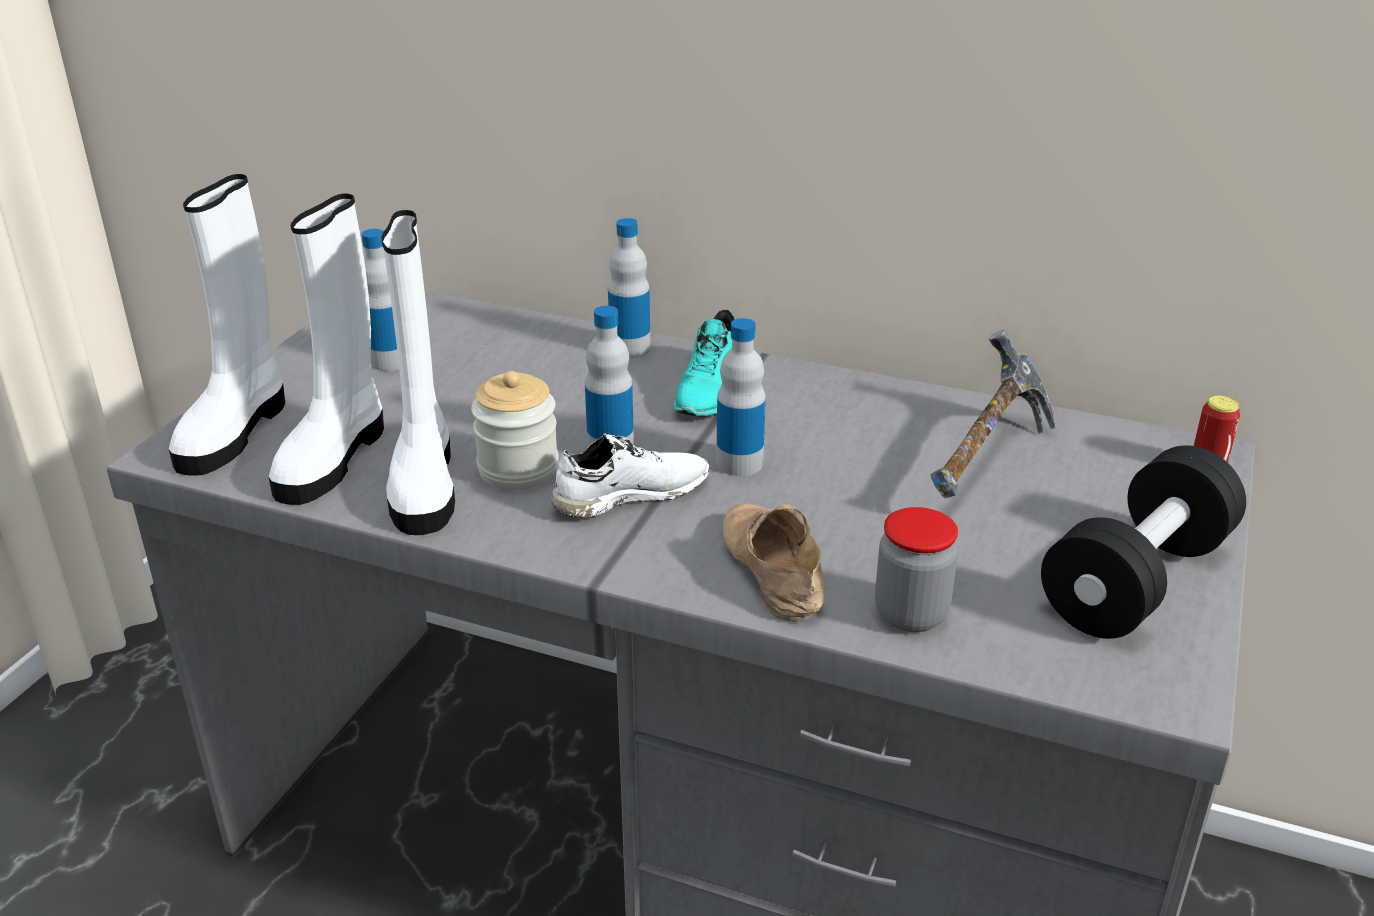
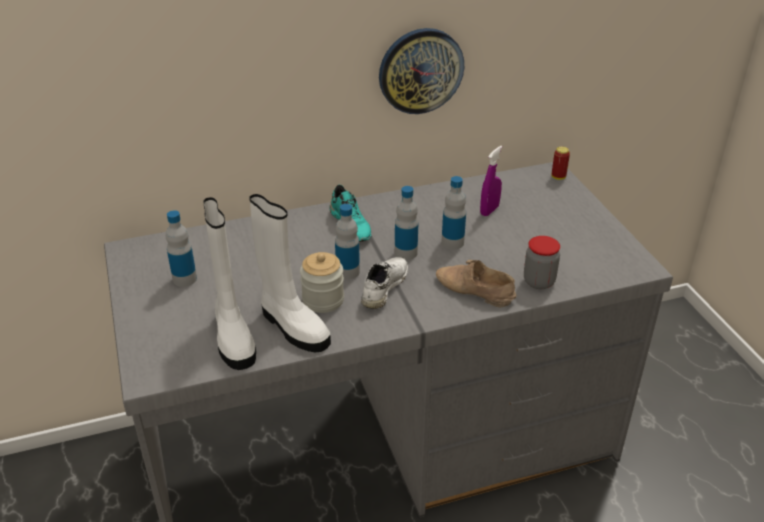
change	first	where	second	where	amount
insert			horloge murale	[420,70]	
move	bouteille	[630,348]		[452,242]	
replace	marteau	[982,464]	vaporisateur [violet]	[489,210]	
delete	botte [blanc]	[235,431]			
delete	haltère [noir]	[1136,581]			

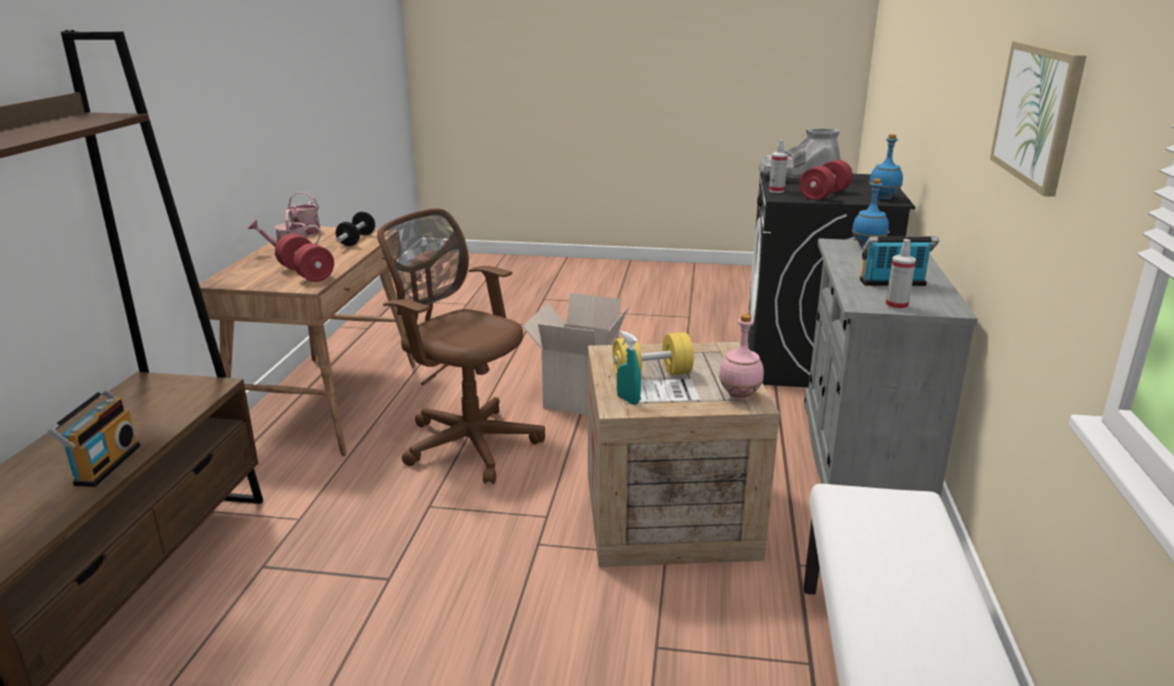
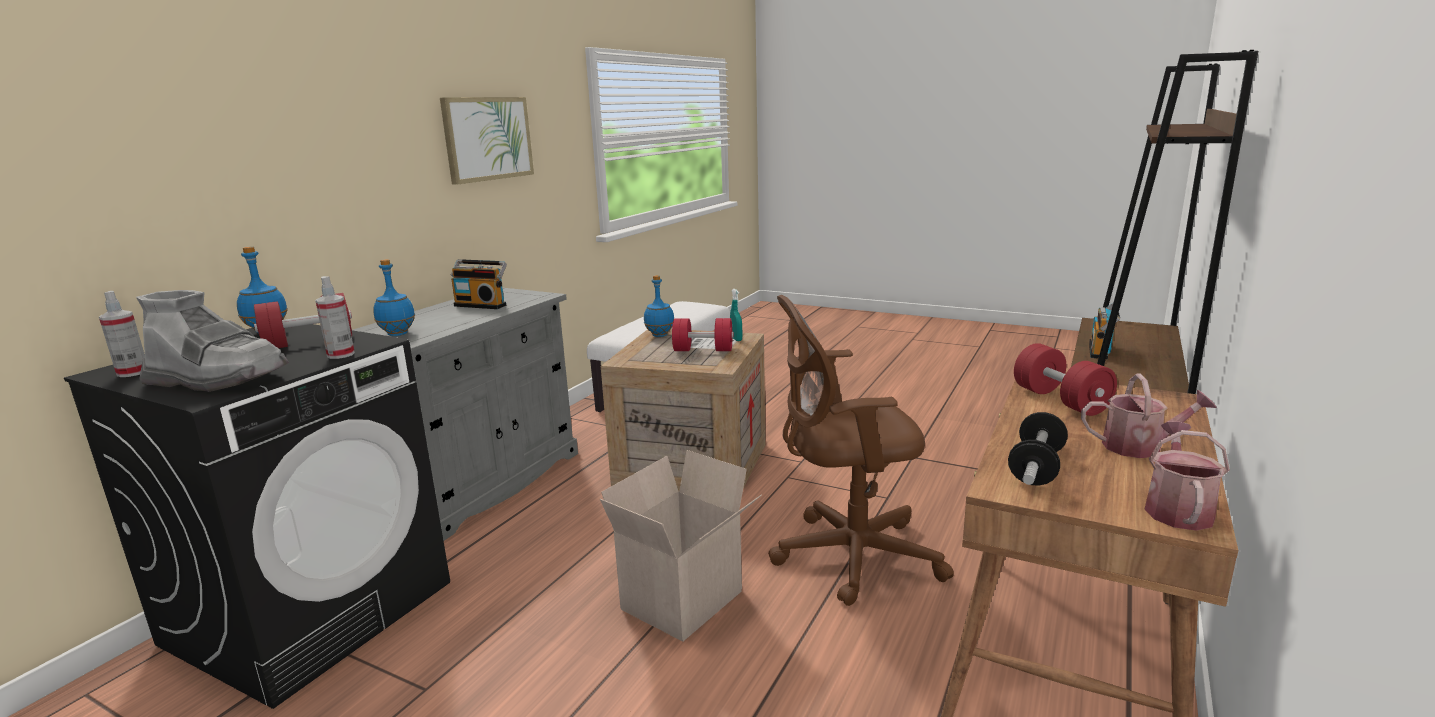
change	first	where	second	where	amount
move	vaporisateur	[896,306]		[133,372]	
recolor	bouteille [rose]	[739,396]	bouteille [bleu]	[660,335]	
recolor	haltère [jaune]	[651,374]	haltère [rouge]	[703,350]	
rotate	chaise de bureau [marron]	[467,442]		[848,556]	120 degrees clockwise

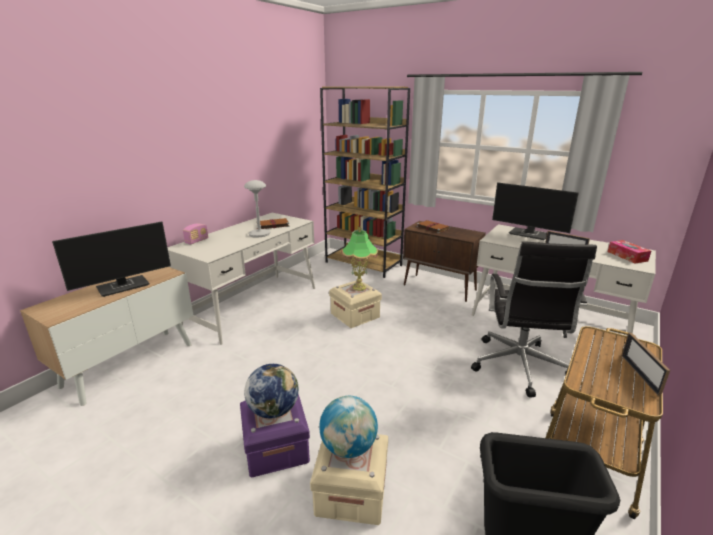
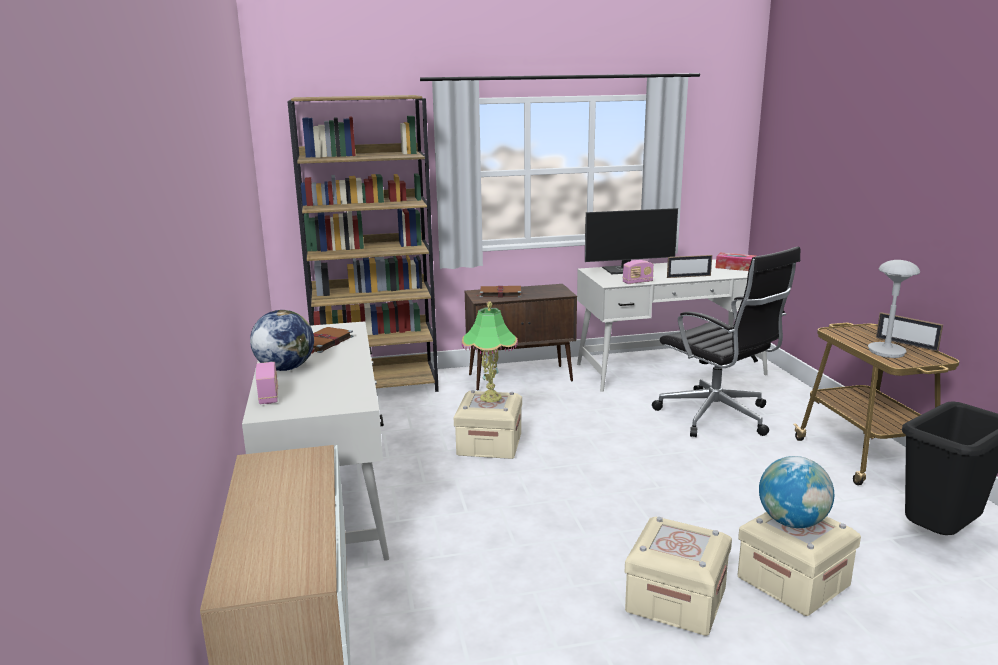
change	first	where	second	where	amount
move	globe	[273,410]		[285,368]	
insert			radio	[637,282]	
recolor	boîte de rangement [violet]	[276,448]	boîte de rangement [beige]	[676,600]	
move	lampe de table [gris]	[259,234]		[886,351]	
delete	écran d'ordinateur	[124,286]			

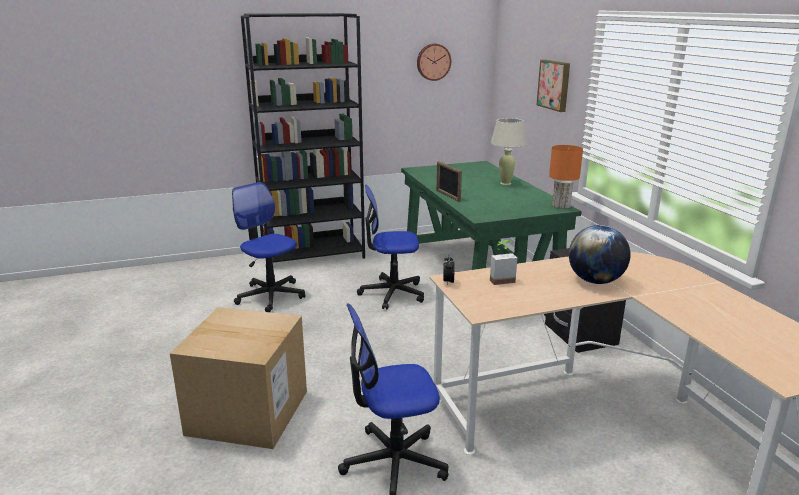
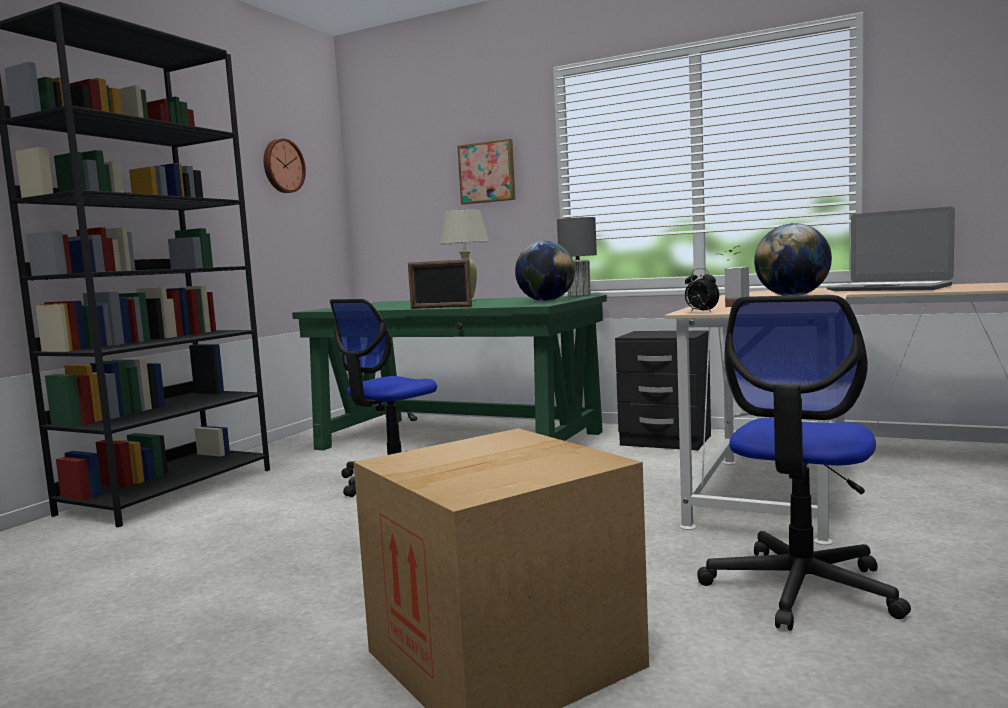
change	first	where	second	where	amount
insert			globe	[546,301]	
recolor	lampe de table [orange]	[560,206]	lampe de table [gris]	[578,296]	
insert			ordinateur portable	[889,288]	
delete	chaise de bureau	[270,296]			

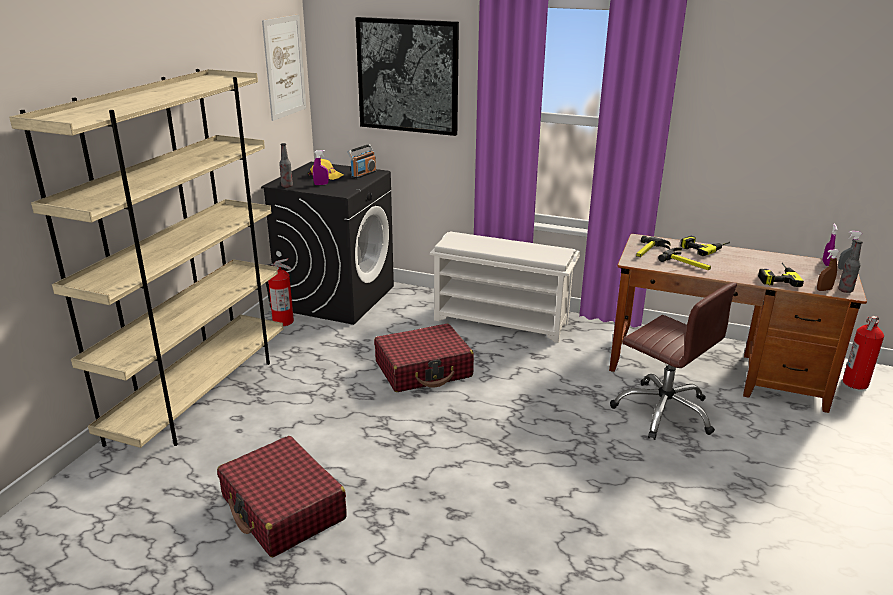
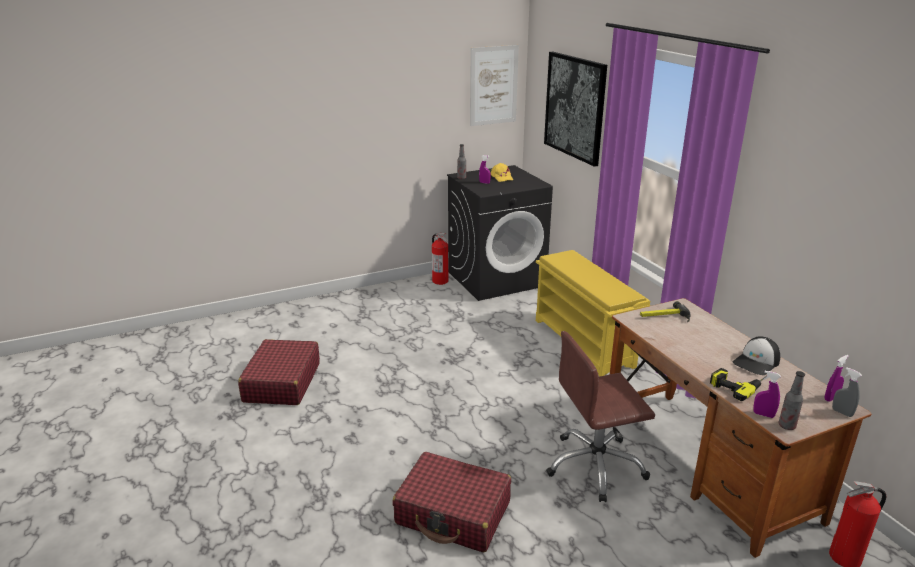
change	first	where	second	where	amount
move	valise [rouge]	[424,369]		[453,513]	
recolor	étagère à chaussures [blanc]	[502,321]	étagère à chaussures [jaune]	[584,343]	
rotate	chaise de bureau [marron]	[664,411]		[595,466]	75 degrees clockwise
insert			casquette	[756,362]	
recolor	vaporisateur [marron]	[824,290]	vaporisateur [violet]	[763,414]	
delete	bibliothèque [beige]	[201,394]			
delete	radio	[363,174]			
delete	marteau	[687,263]			
delete	perceuse	[704,248]			

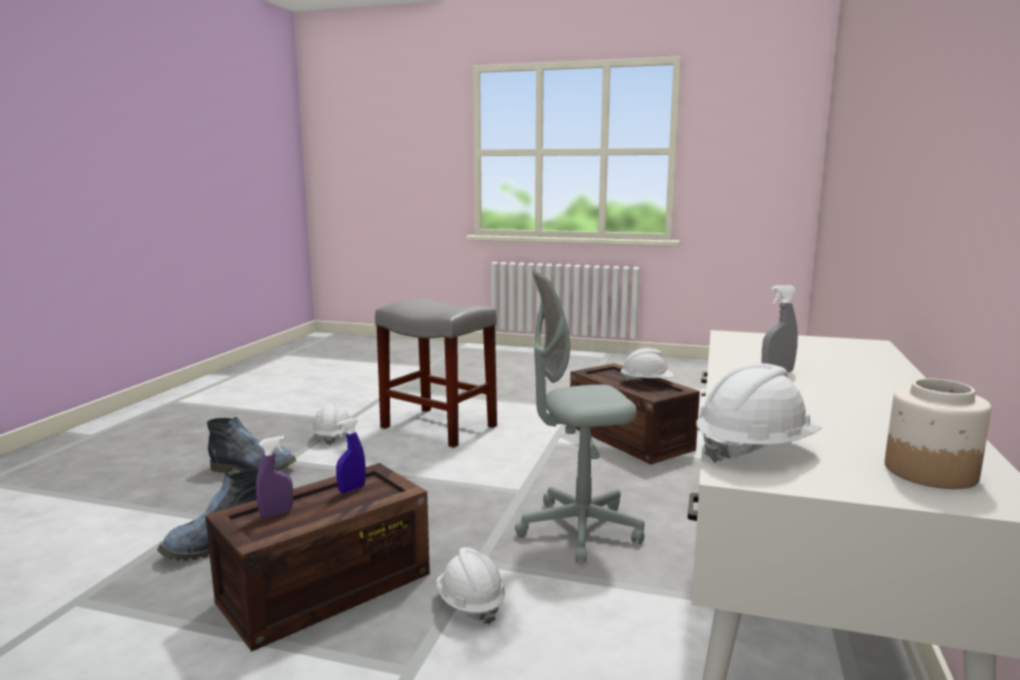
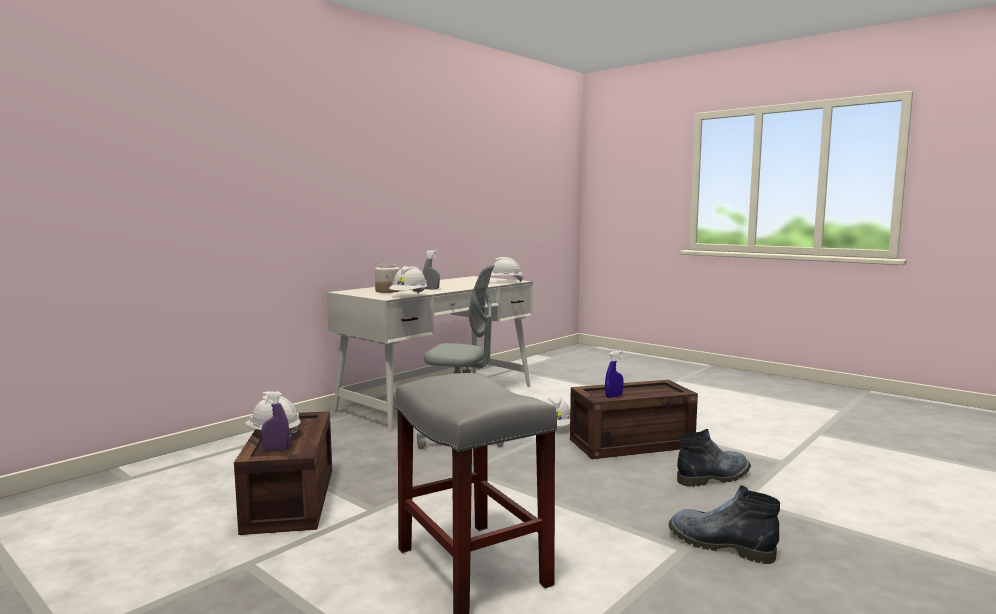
change	first	where	second	where	amount
move	vaporisateur [violet]	[276,513]		[276,449]	
move	bocal	[929,471]		[388,291]	
move	casque de chantier [blanc]	[333,436]		[409,296]	

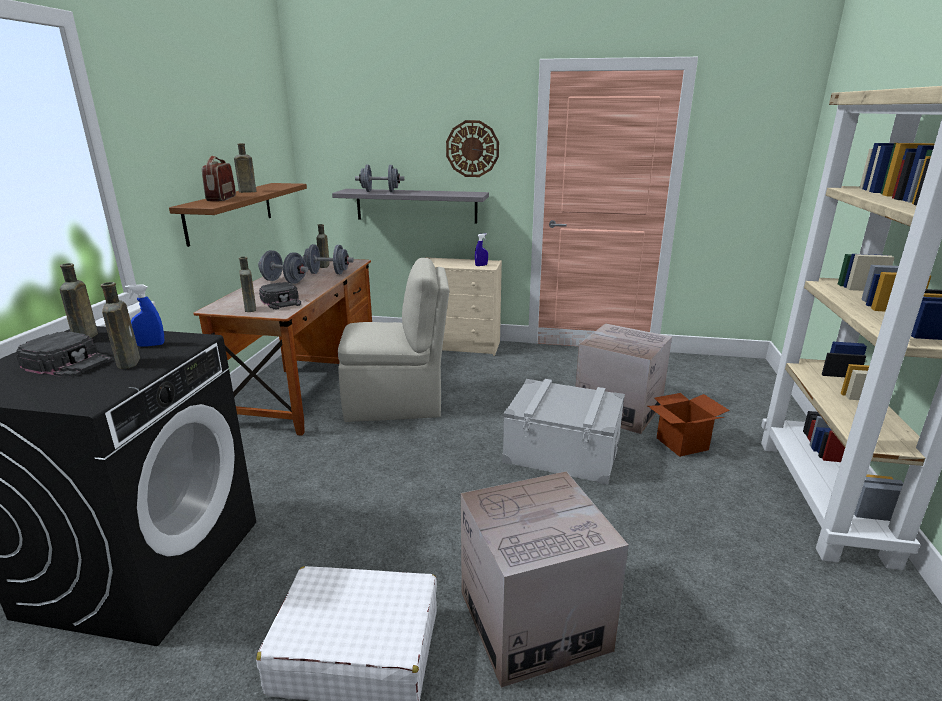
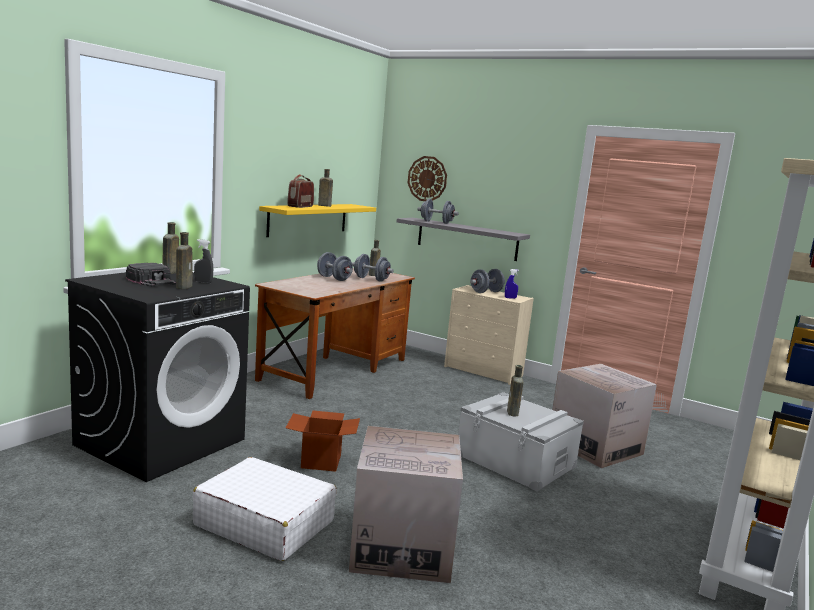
change	first	where	second	where	amount
recolor	vaporisateur [bleu]	[151,345]	vaporisateur [gris]	[203,282]	
recolor	étagère [marron]	[230,212]	étagère [jaune]	[308,219]	
move	carton	[682,444]		[321,461]	
move	horloge murale	[472,149]		[427,179]	
insert			haltère [gris]	[486,292]	
move	bouteille [marron]	[250,309]		[513,413]	
delete	casquette [noir]	[281,301]			
delete	chaise [beige]	[397,403]			

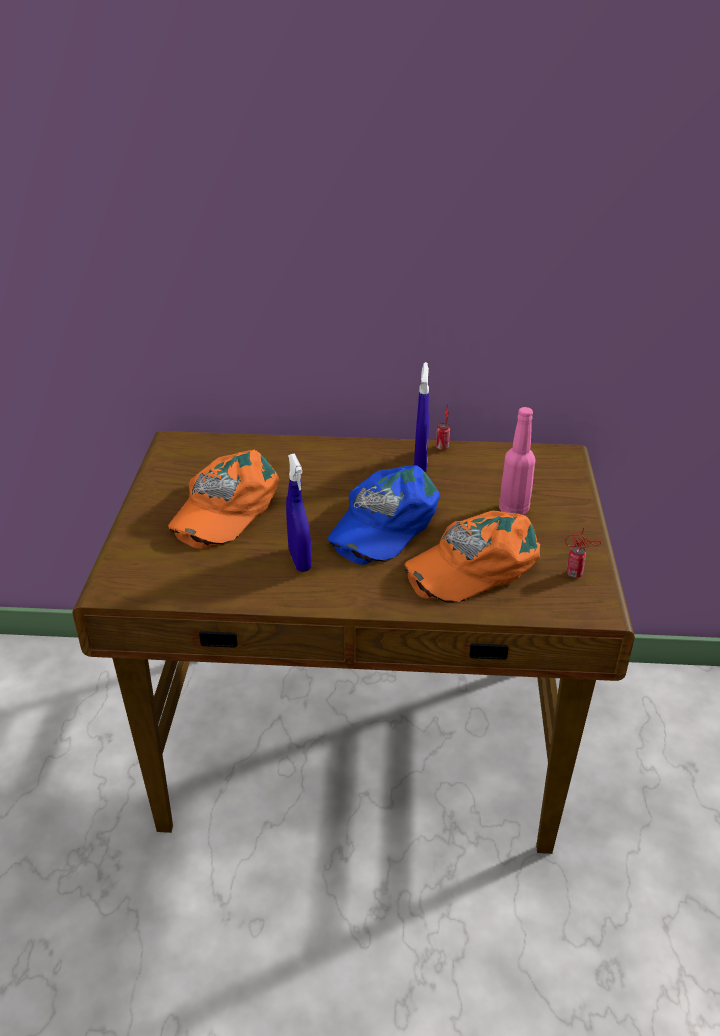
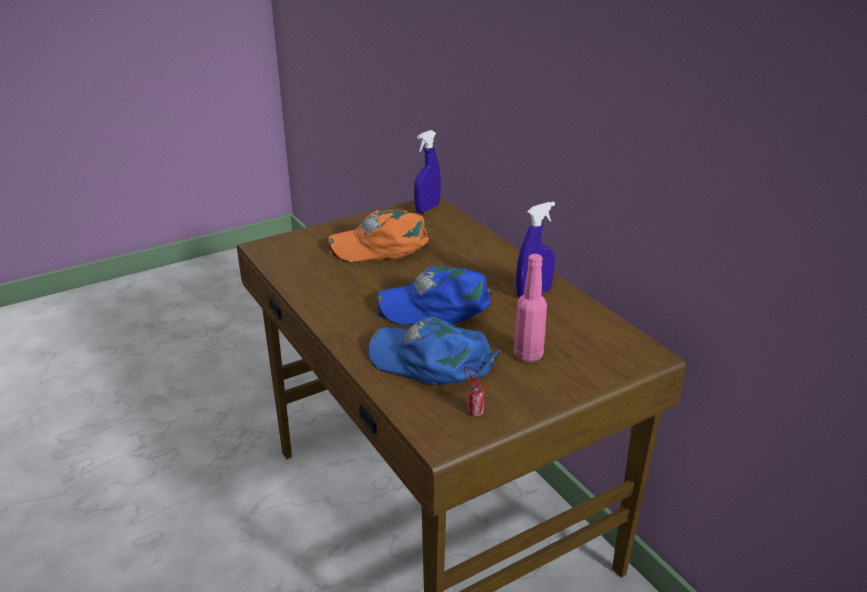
change	first	where	second	where	amount
recolor	casquette [orange]	[473,564]	casquette [bleu]	[432,360]	
move	vaporisateur [bleu]	[299,560]		[427,209]	
delete	boîte métallique	[442,446]			

